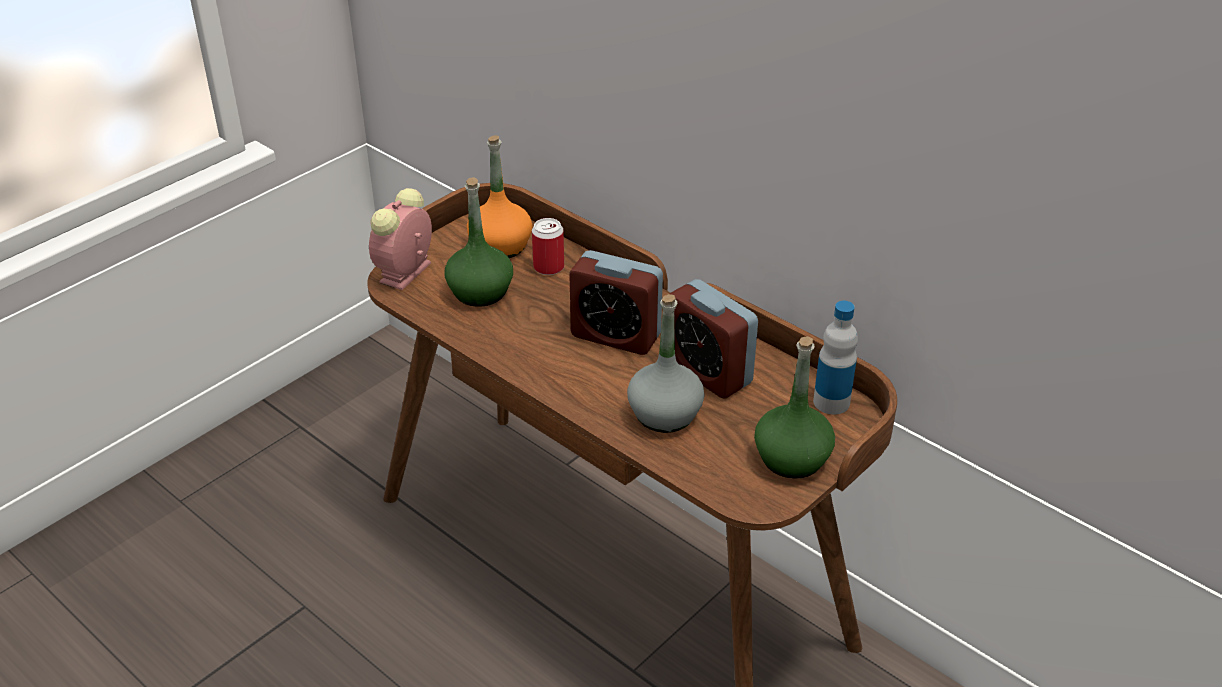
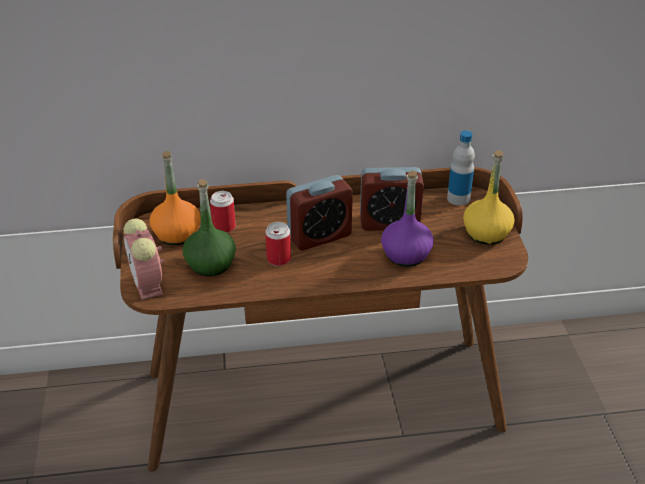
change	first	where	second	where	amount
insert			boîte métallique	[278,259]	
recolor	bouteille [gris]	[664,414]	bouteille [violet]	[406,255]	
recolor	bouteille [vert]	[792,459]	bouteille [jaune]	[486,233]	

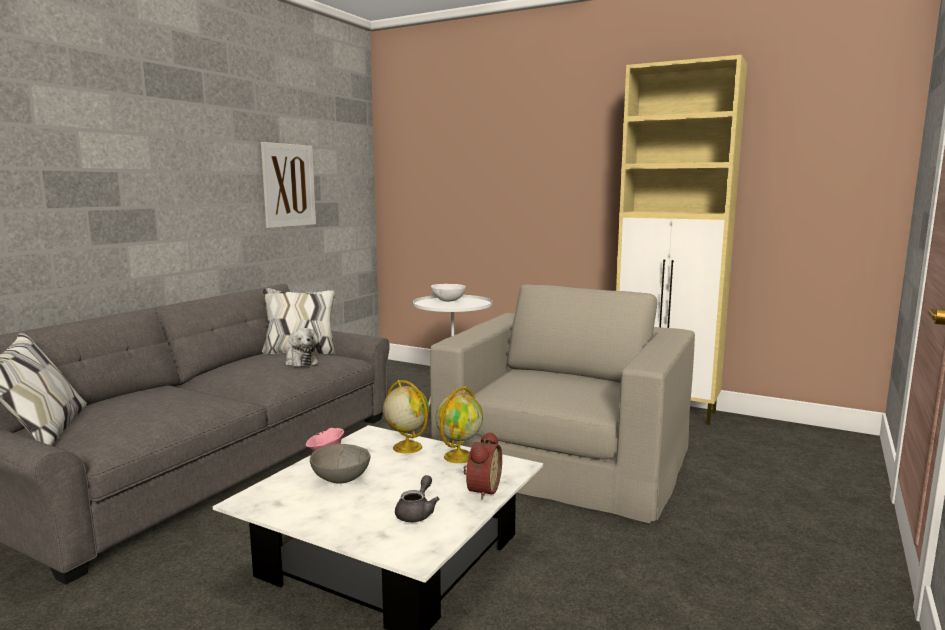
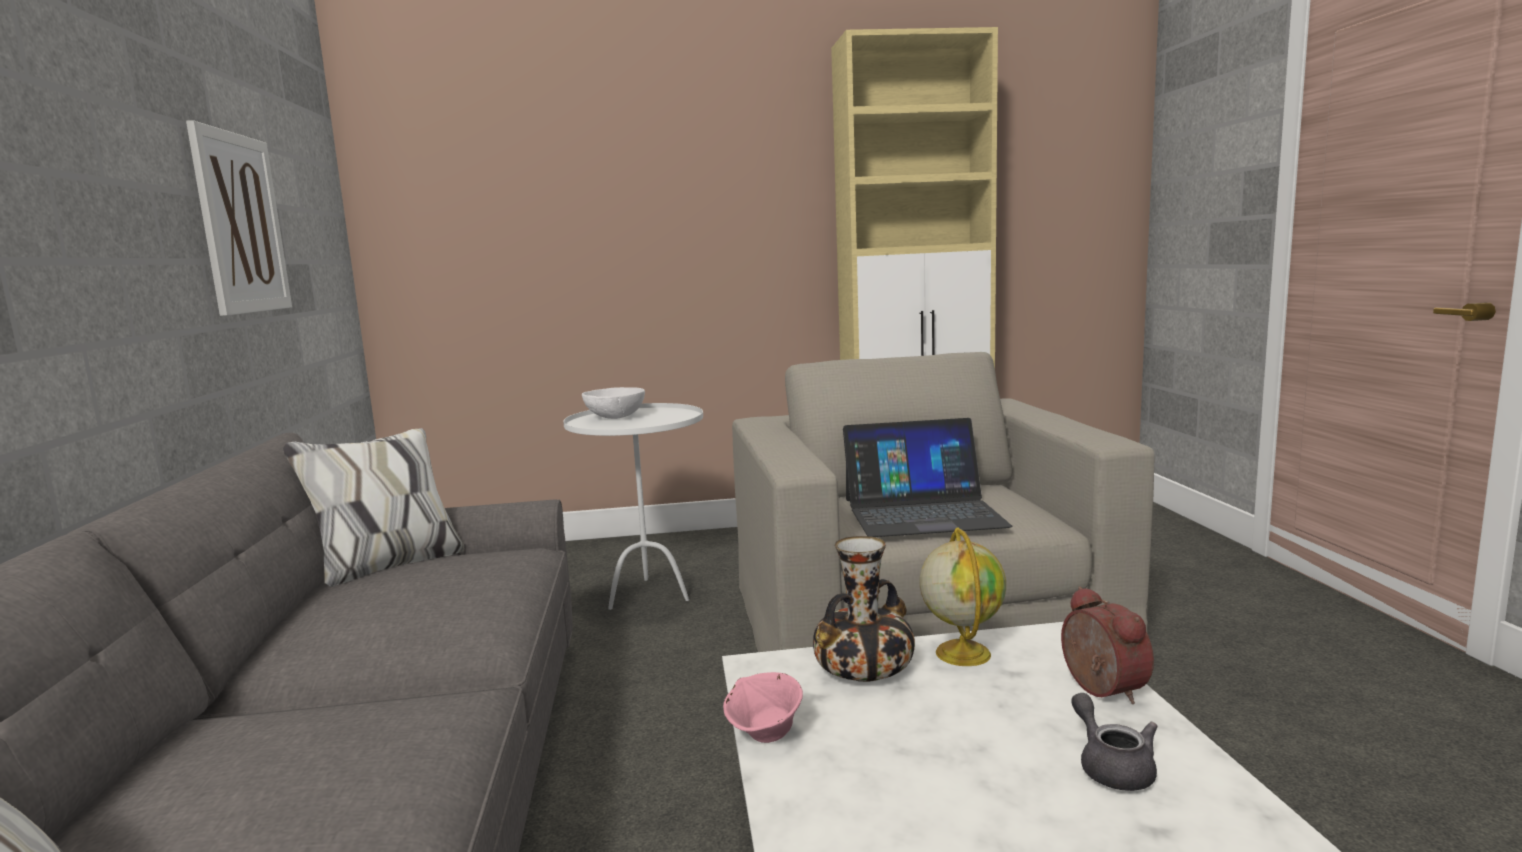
change	first	where	second	where	amount
replace	globe	[406,447]	vase	[862,668]	
insert			ordinateur portable	[923,512]	
delete	peluche	[301,361]			
delete	bol [gris]	[340,479]			

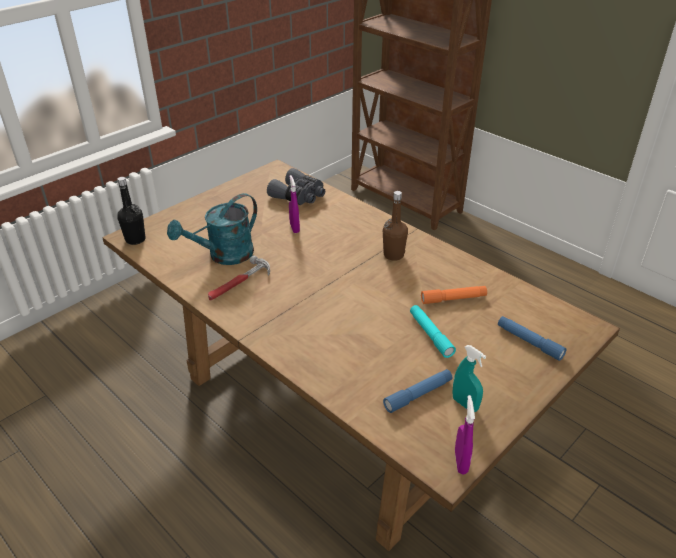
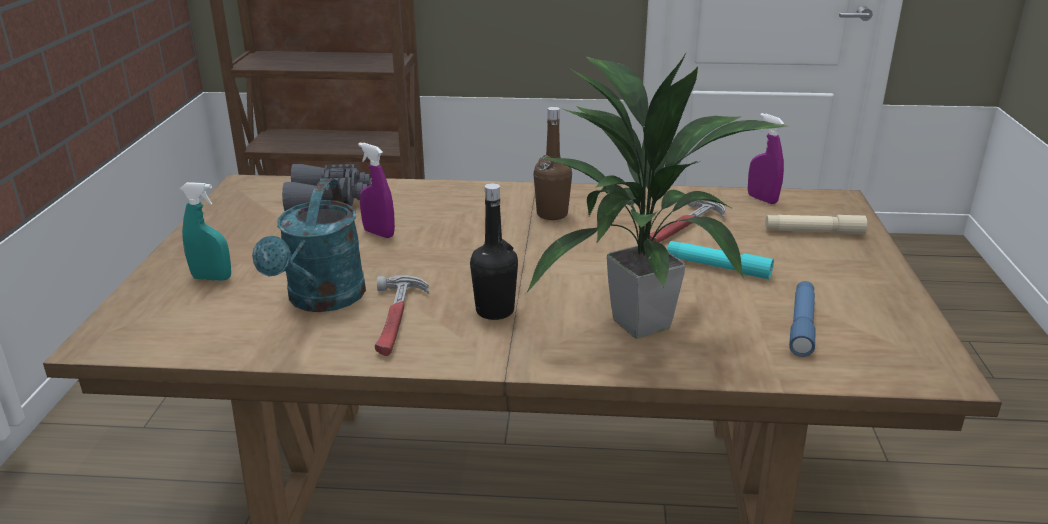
change	first	where	second	where	amount
move	vaporisateur [turquoise]	[465,404]		[212,278]	
move	bouteille [noir]	[135,239]		[495,311]	
insert			plante en pot	[640,322]	
replace	lampe de poche [orange]	[453,299]	marteau	[684,227]	
move	vaporisateur [violet]	[461,462]		[762,199]	
recolor	lampe de poche [bleu]	[529,342]	lampe de poche [beige]	[813,232]	

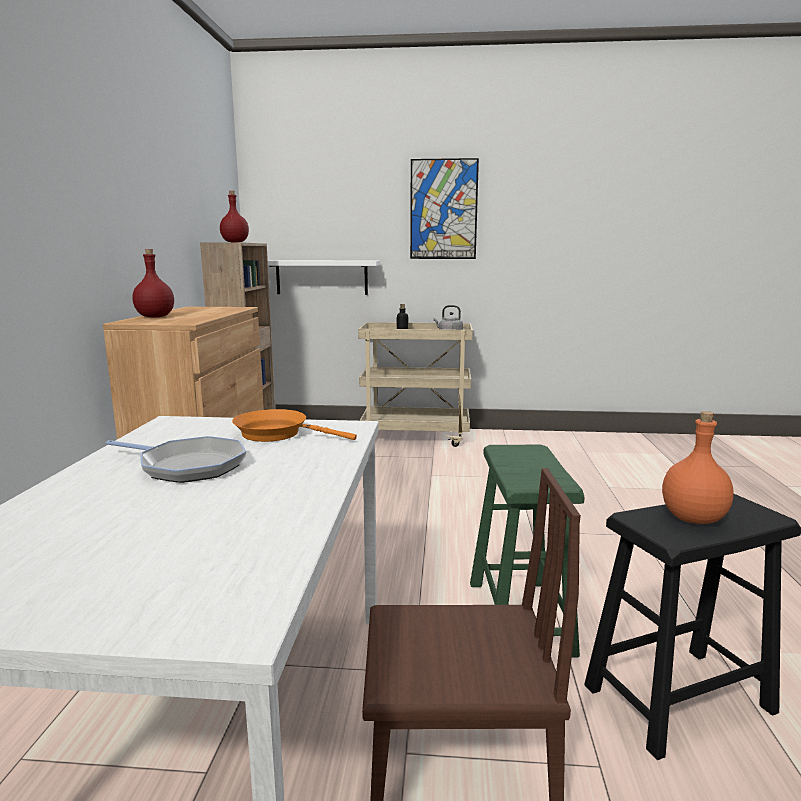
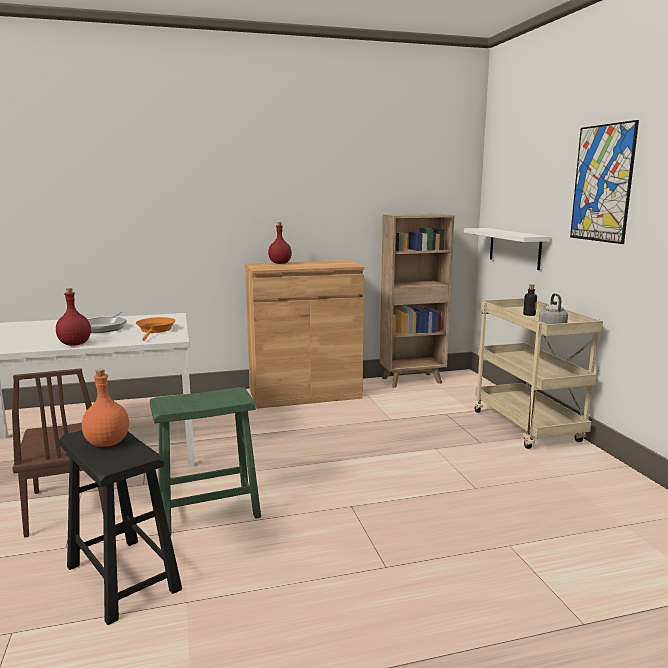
change	first	where	second	where	amount
move	bouteille [rouge]	[235,242]		[75,344]	

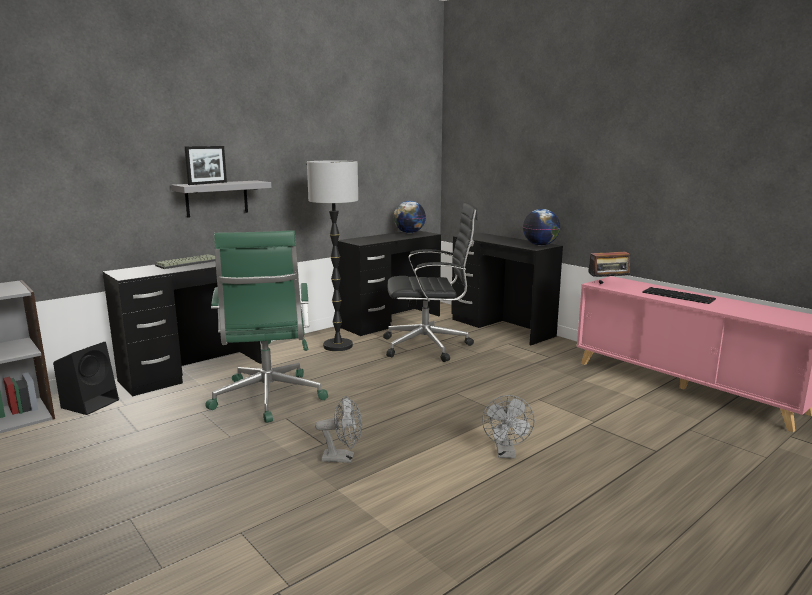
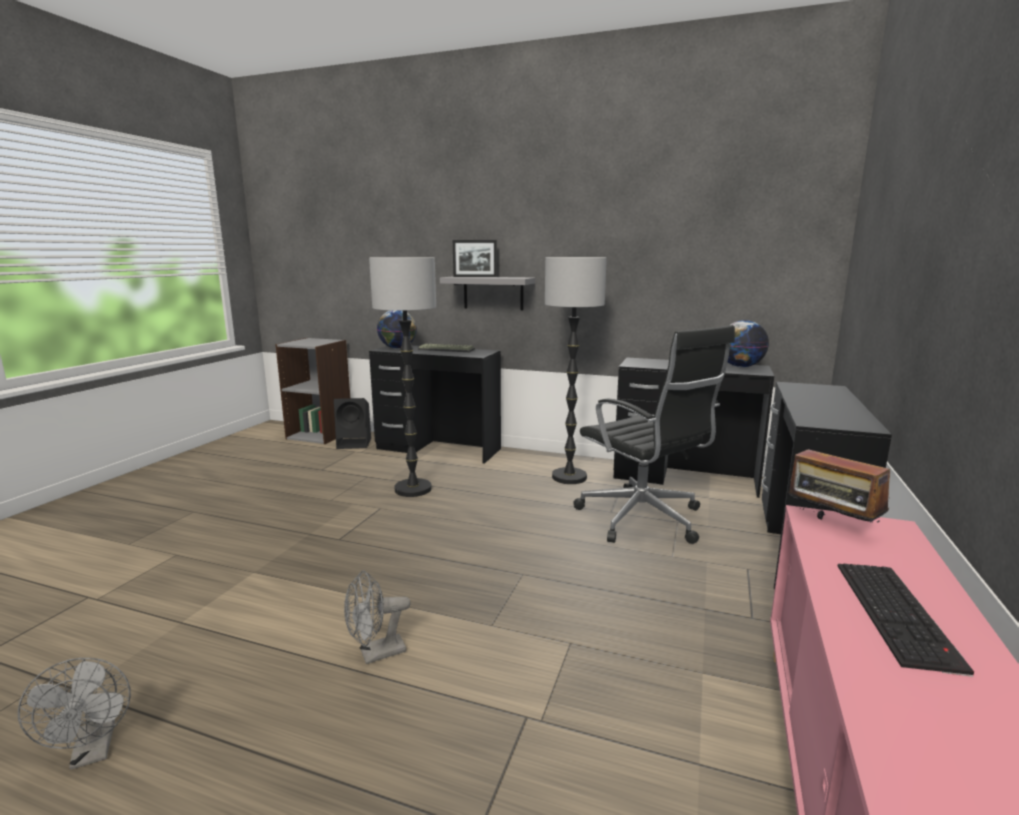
change	first	where	second	where	amount
move	ventilateur [gris]	[343,458]		[93,752]	
replace	chaise de bureau [vert]	[268,398]	lampadaire	[412,489]	
move	globe	[540,245]		[398,348]	

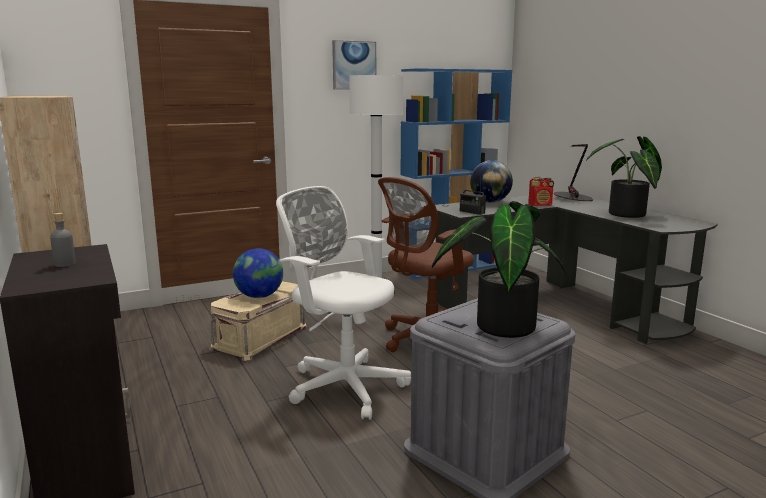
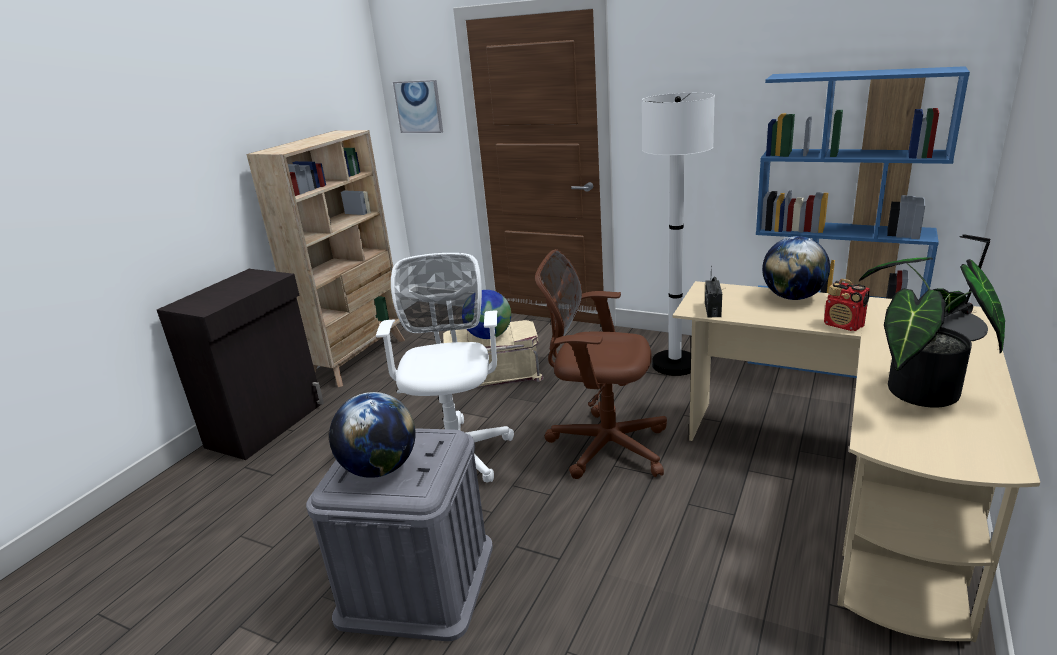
change	first	where	second	where	amount
replace	plante en pot	[499,325]	globe	[380,468]	
move	tableau	[354,65]		[419,106]	
recolor	bureau [noir]	[559,306]	bureau [beige]	[847,484]	
delete	bouteille [gris]	[65,264]			

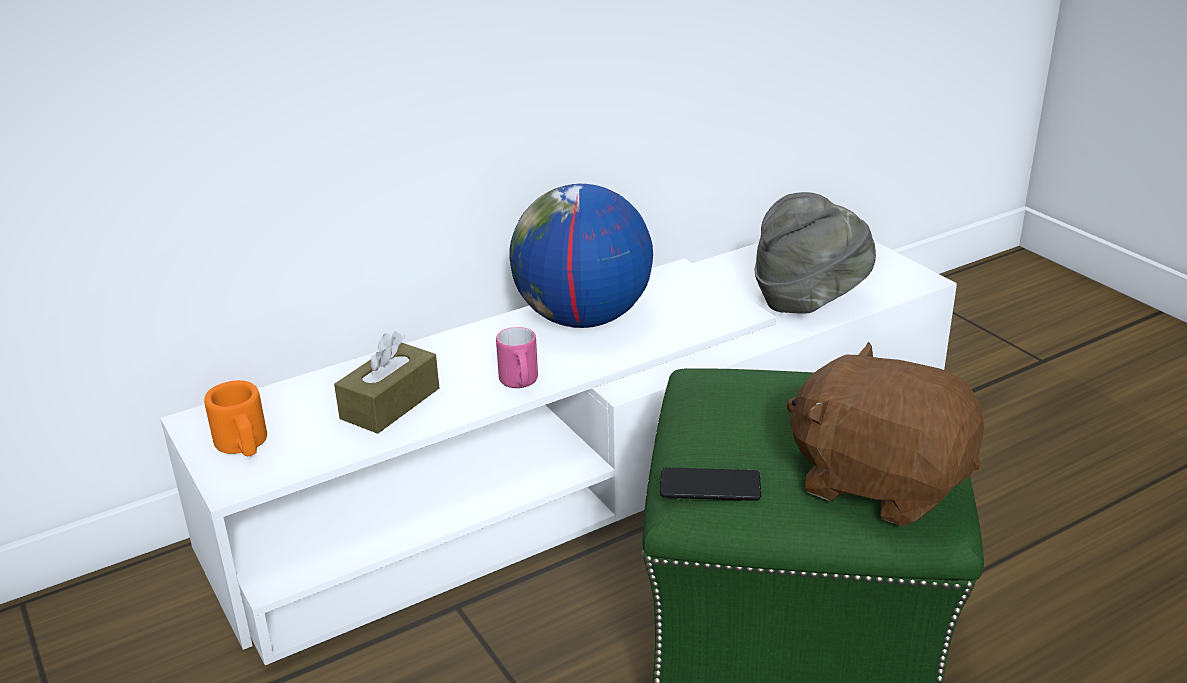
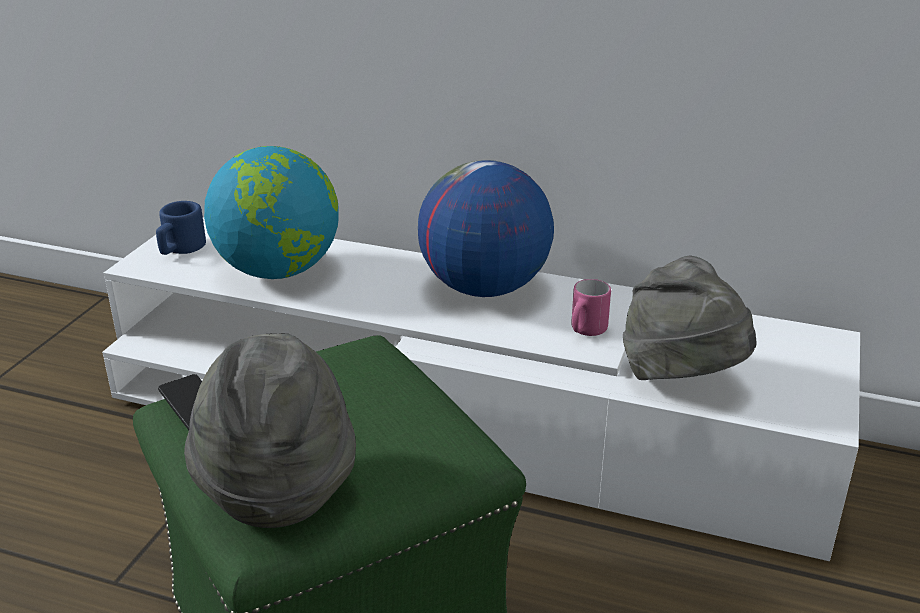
change	first	where	second	where	amount
recolor	mug [orange]	[243,444]	mug [bleu]	[180,249]	
replace	peluche [marron]	[879,481]	chapeau [gris]	[276,483]	
replace	boîte à mouchoirs [marron]	[390,403]	globe	[279,271]	
move	mug [rose]	[520,384]		[585,331]	

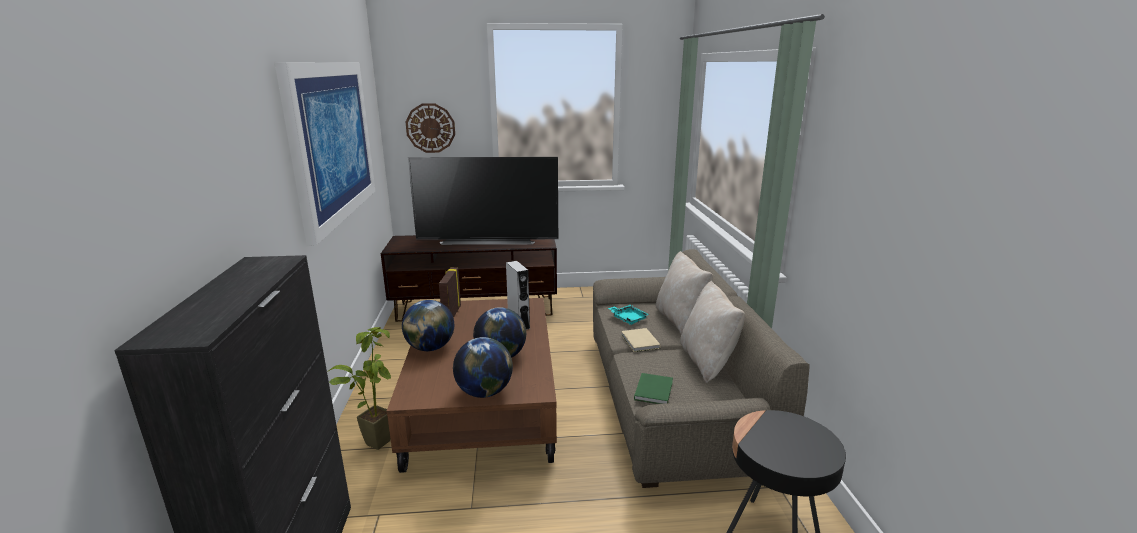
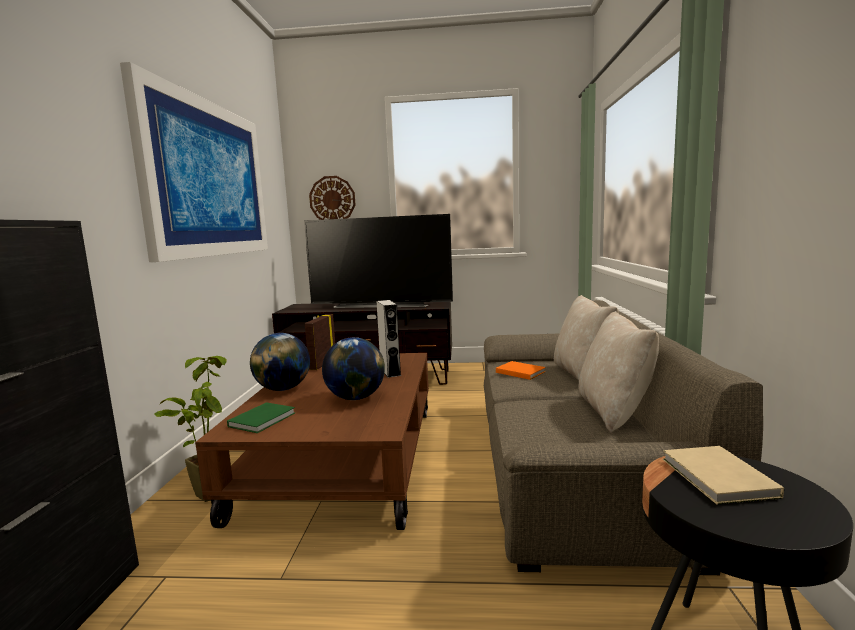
change	first	where	second	where	amount
move	livre [vert]	[654,390]		[264,419]	
replace	plateau [turquoise]	[628,318]	livre [orange]	[519,372]	
move	livre [beige]	[640,342]		[718,479]	
delete	globe	[484,392]			

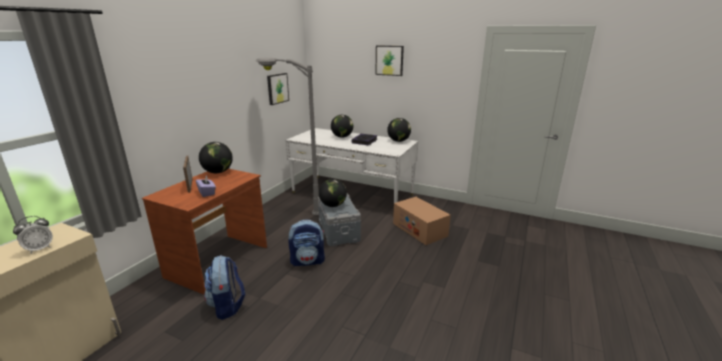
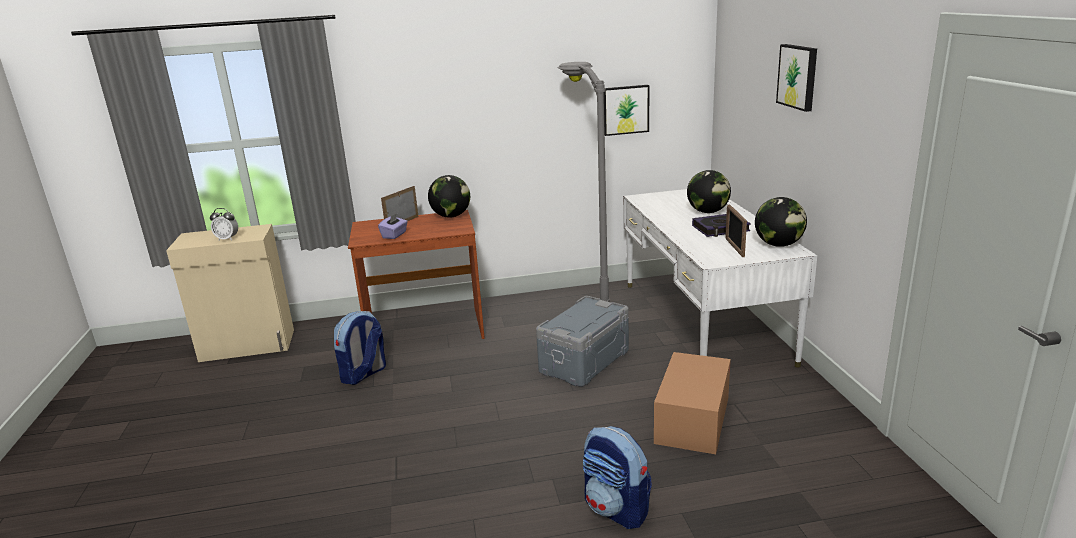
change	first	where	second	where	amount
move	sac à dos	[308,261]		[616,509]	
insert			cadre photo	[734,247]	
delete	globe	[333,205]			

